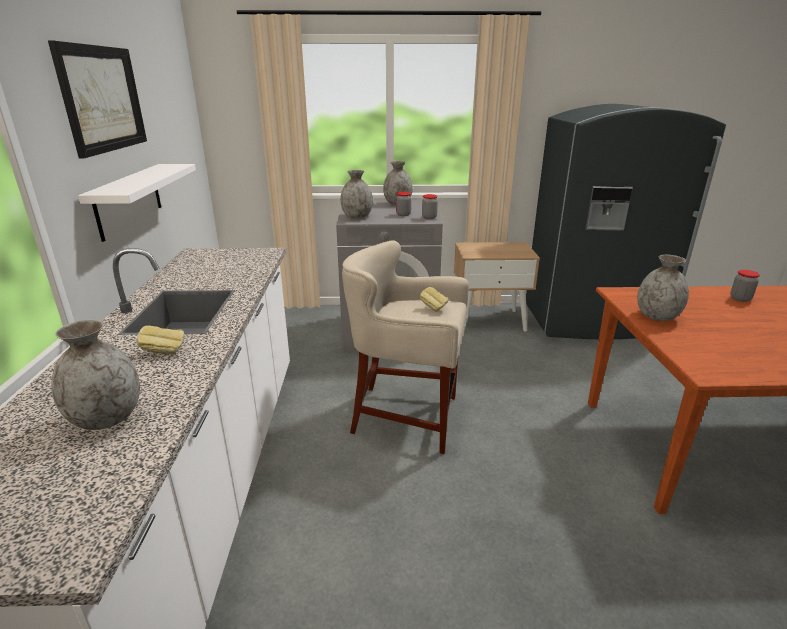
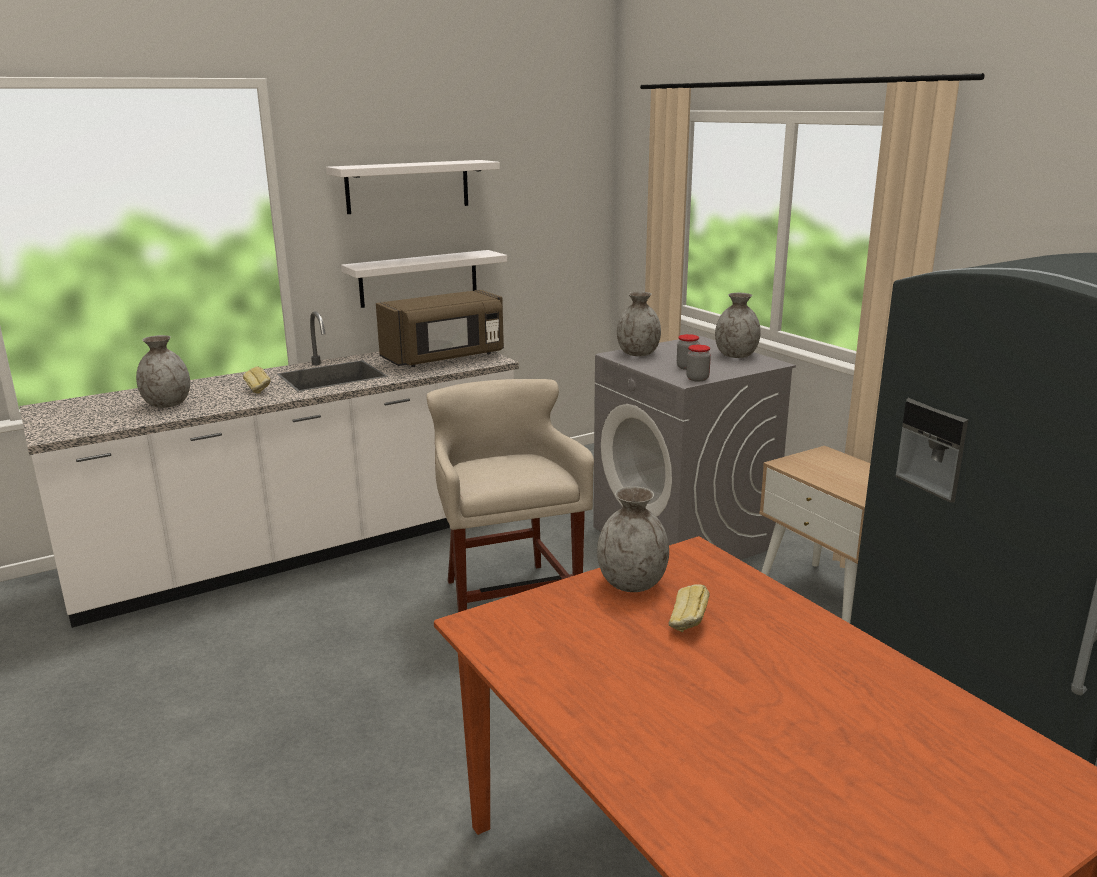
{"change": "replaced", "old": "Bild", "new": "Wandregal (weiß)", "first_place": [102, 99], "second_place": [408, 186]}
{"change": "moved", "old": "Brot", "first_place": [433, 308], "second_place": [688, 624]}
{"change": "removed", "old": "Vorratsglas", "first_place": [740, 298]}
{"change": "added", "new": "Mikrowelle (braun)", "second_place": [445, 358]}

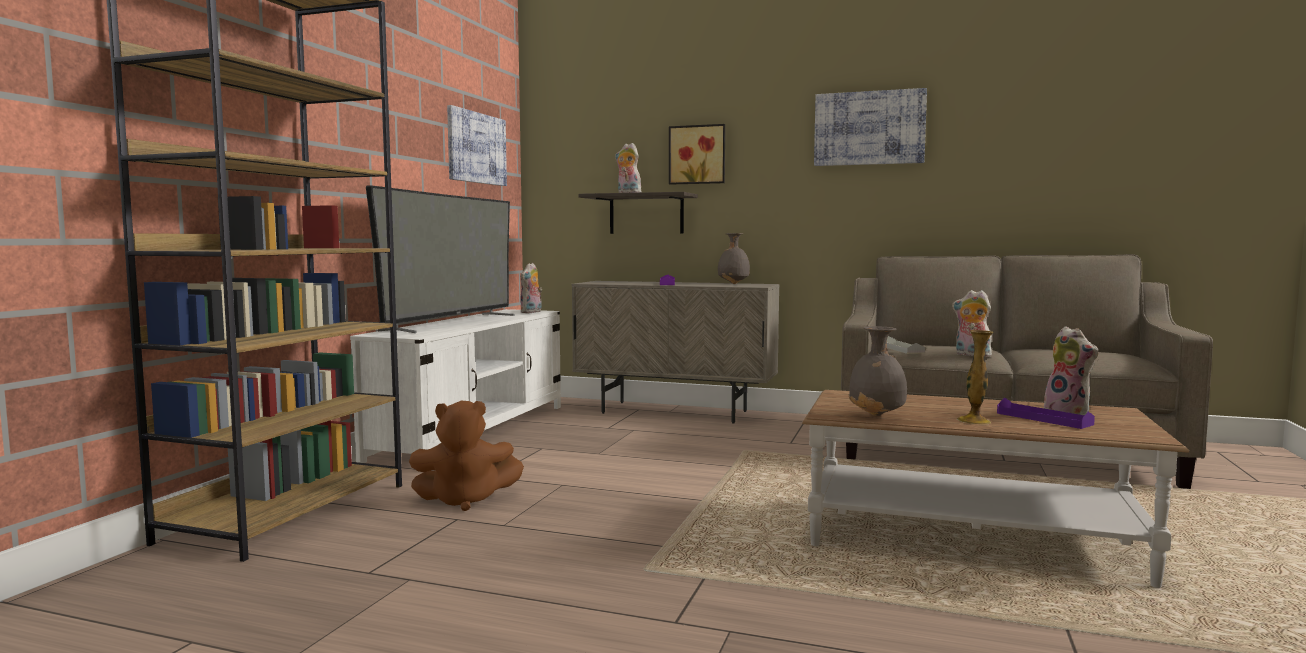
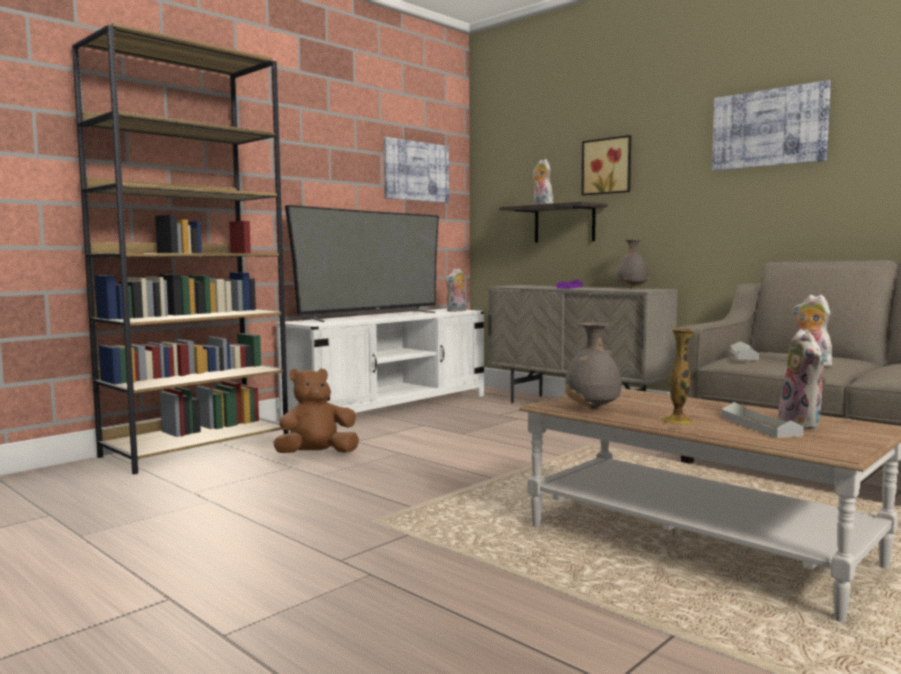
{"change": "turned", "old": "Plüschtier (braun)", "first_place": [465, 500], "second_place": [316, 455], "degrees": 135}
{"change": "recoloured", "old": "Tablett (lila)", "new": "Tablett (grau)", "first_place": [1043, 419], "second_place": [760, 426]}

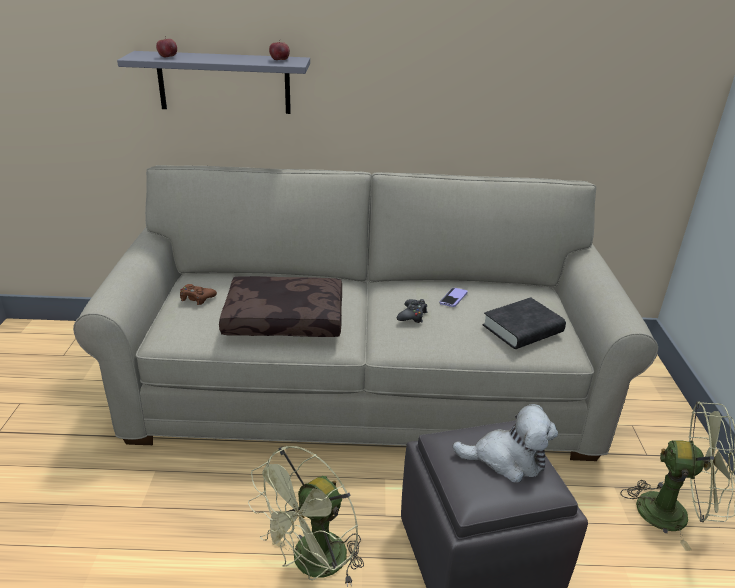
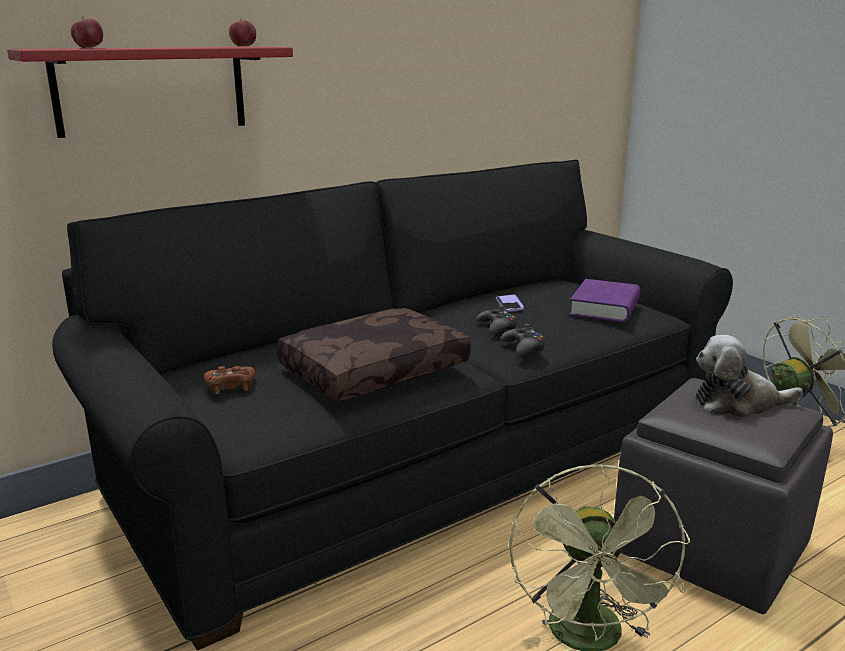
{"change": "recoloured", "old": "Sofa (beige)", "new": "Sofa (schwarz)", "first_place": [365, 388], "second_place": [422, 461]}
{"change": "recoloured", "old": "Wandregal (grau)", "new": "Wandregal (rot)", "first_place": [224, 83], "second_place": [152, 90]}
{"change": "turned", "old": "Plüschtier", "first_place": [507, 459], "second_place": [738, 403], "degrees": -150}
{"change": "recoloured", "old": "Buch (schwarz)", "new": "Buch (lila)", "first_place": [522, 329], "second_place": [605, 308]}
{"change": "added", "new": "Gamepad (schwarz)", "second_place": [524, 347]}

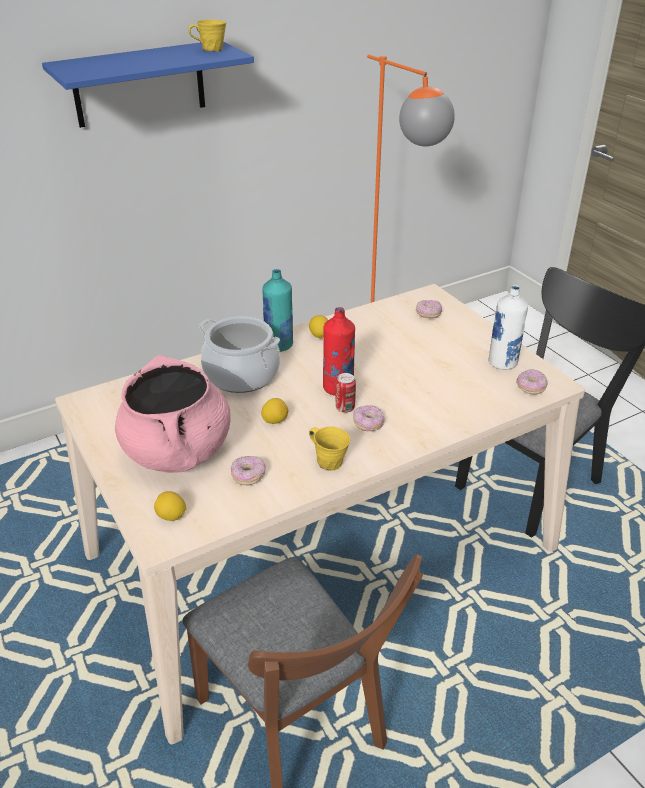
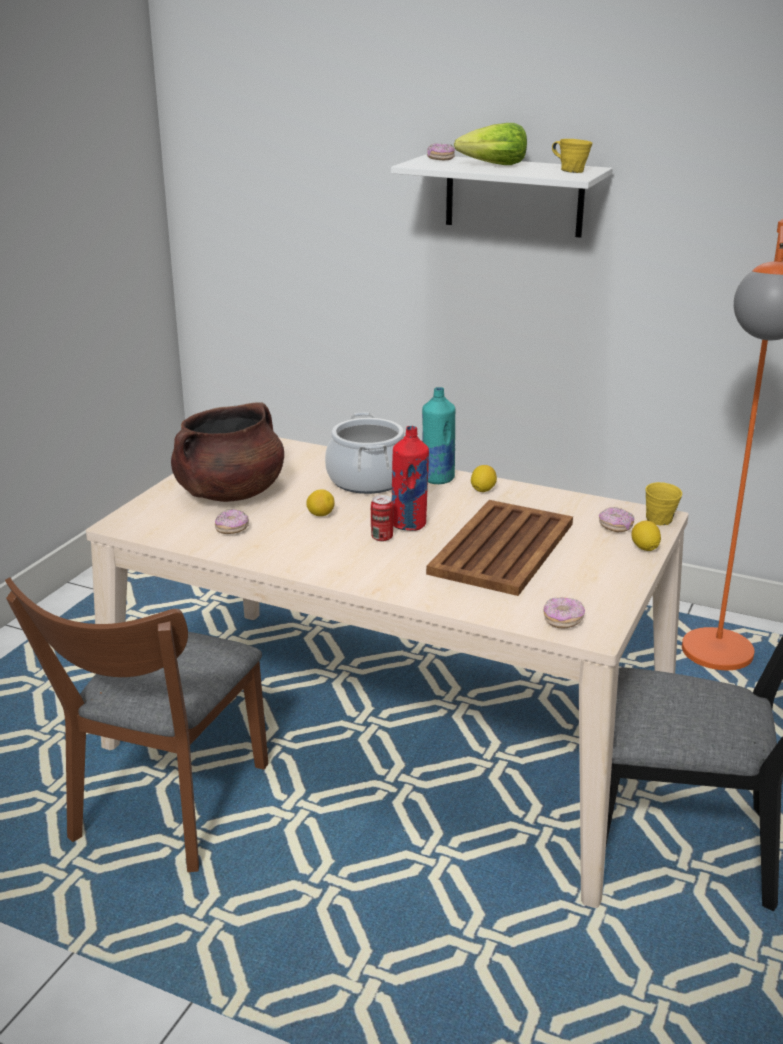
{"change": "recoloured", "old": "Wandregal (blau)", "new": "Wandregal (weiß)", "first_place": [139, 84], "second_place": [514, 196]}
{"change": "recoloured", "old": "Kochtopf (rosa)", "new": "Kochtopf (braun)", "first_place": [178, 451], "second_place": [230, 493]}
{"change": "moved", "old": "Zitrone", "first_place": [171, 516], "second_place": [644, 548]}
{"change": "moved", "old": "Henkelbecher (gelb)", "first_place": [329, 461], "second_place": [659, 519]}
{"change": "moved", "old": "Donut", "first_place": [368, 424], "second_place": [440, 159]}
{"change": "removed", "old": "Flasche (weiß)", "first_place": [502, 363]}
{"change": "added", "new": "Tablett (braun)", "second_place": [503, 547]}
{"change": "added", "new": "Salatkopf", "second_place": [493, 165]}

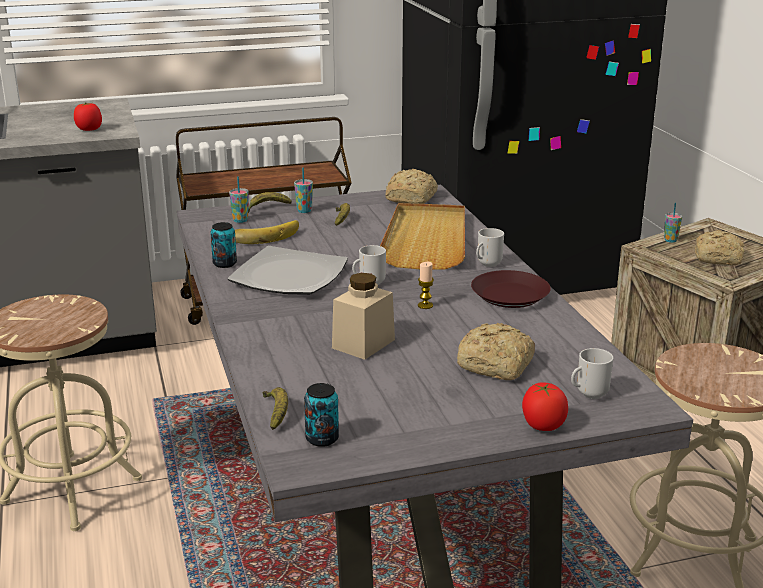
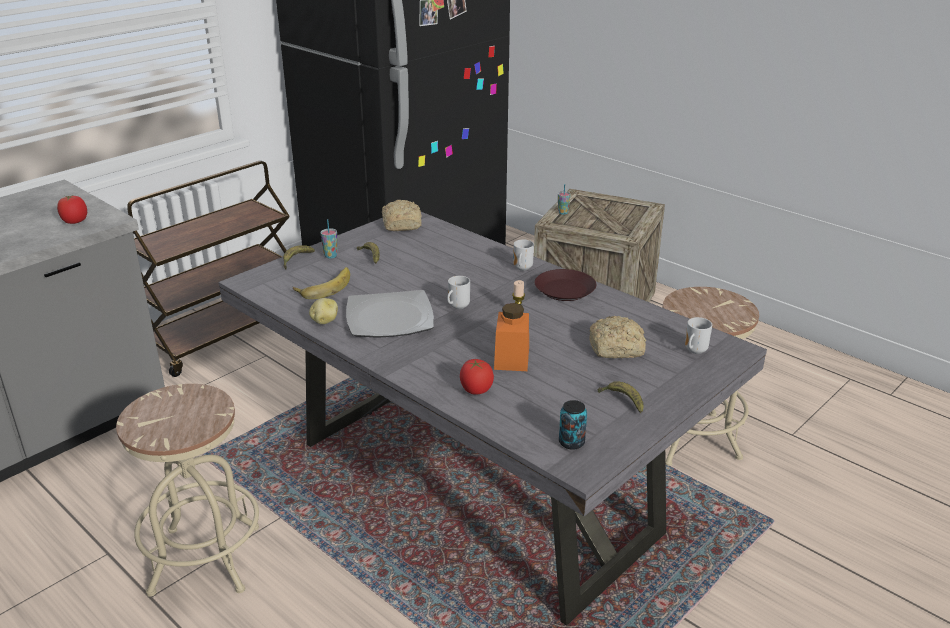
{"change": "replaced", "old": "Dose", "new": "Kartoffel", "first_place": [224, 264], "second_place": [324, 321]}
{"change": "removed", "old": "Tasse", "first_place": [240, 220]}
{"change": "moved", "old": "Banane", "first_place": [276, 413], "second_place": [622, 401]}
{"change": "recoloured", "old": "Vorratsglas (beige)", "new": "Vorratsglas (orange)", "first_place": [363, 344], "second_place": [511, 359]}
{"change": "removed", "old": "Tablett (beige)", "first_place": [426, 240]}
{"change": "moved", "old": "Tomate", "first_place": [542, 426], "second_place": [476, 390]}
{"change": "removed", "old": "Brot", "first_place": [719, 258]}

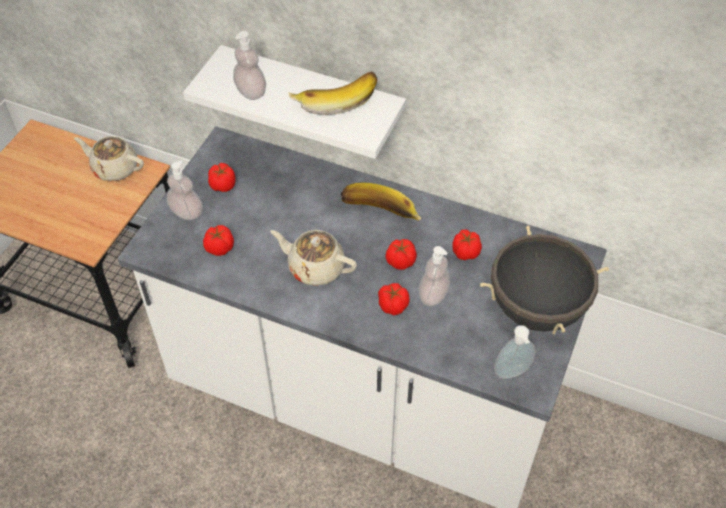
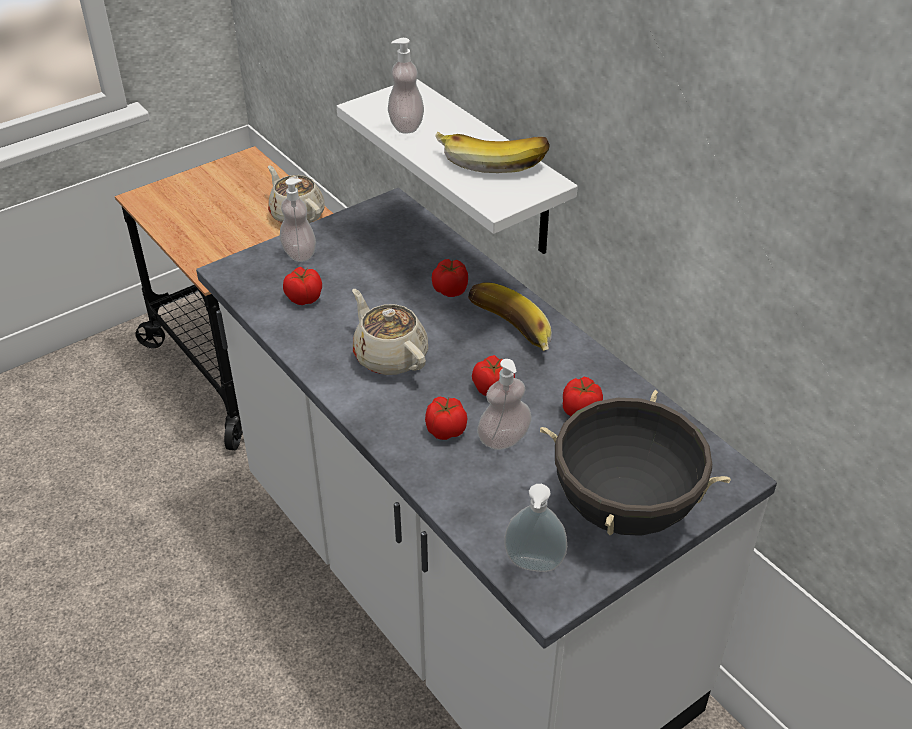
{"change": "moved", "old": "Tomate", "first_place": [223, 185], "second_place": [451, 289]}

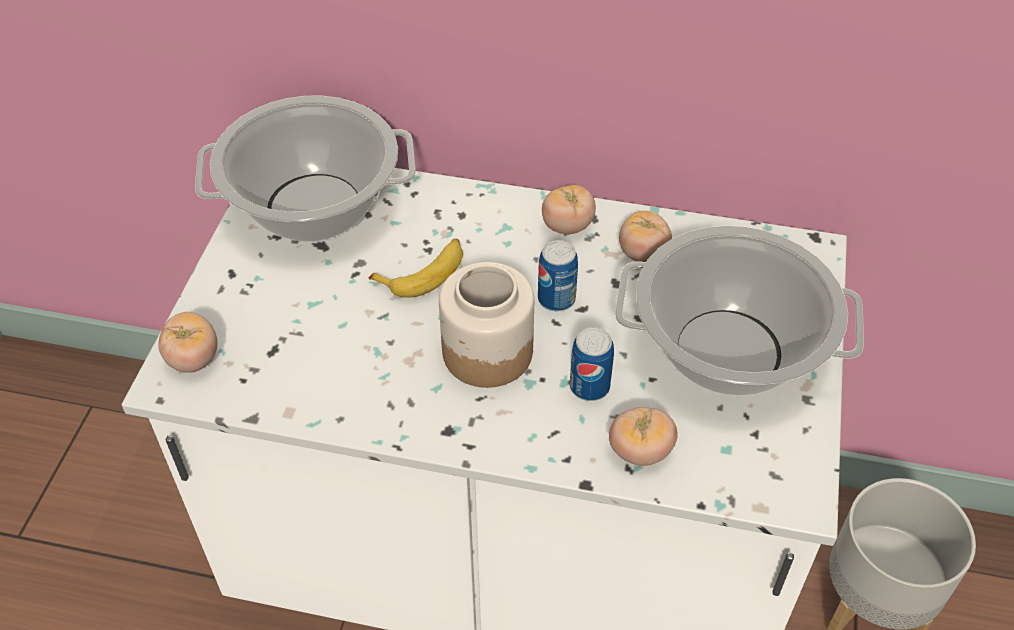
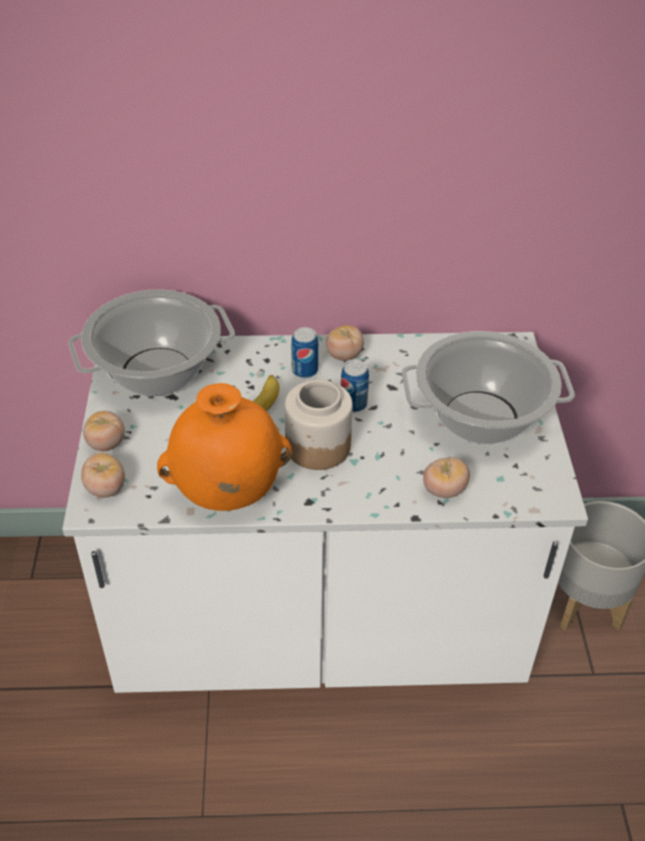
{"change": "moved", "old": "Dose", "first_place": [589, 387], "second_place": [304, 371]}
{"change": "moved", "old": "Tomate", "first_place": [643, 253], "second_place": [106, 444]}
{"change": "added", "new": "Vase (orange)", "second_place": [227, 494]}

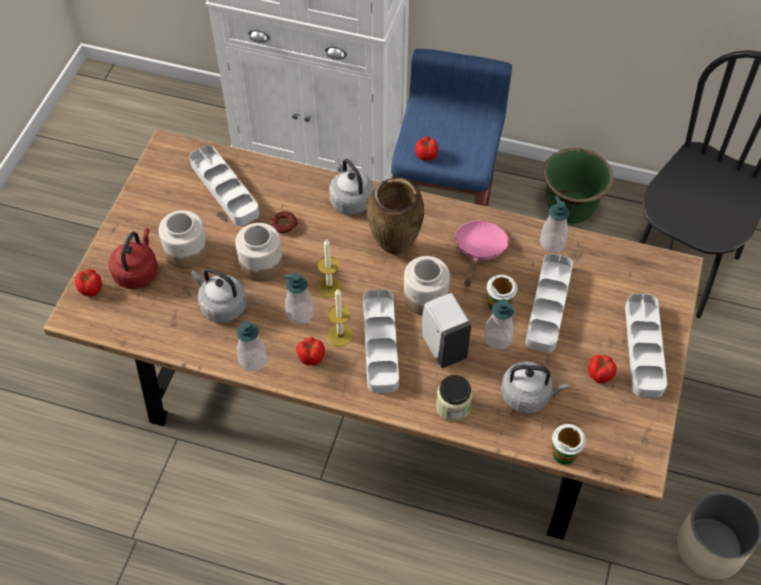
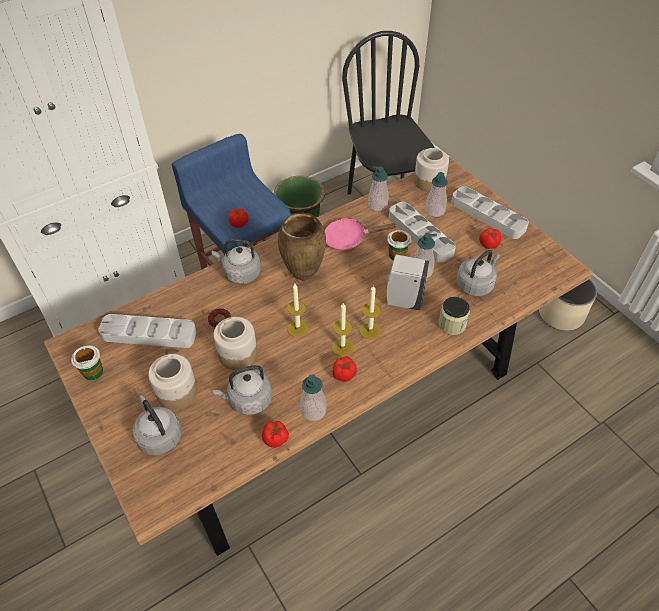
{"change": "moved", "old": "Tomate", "first_place": [91, 289], "second_place": [276, 439]}
{"change": "recoloured", "old": "Wasserkessel (rot)", "new": "Wasserkessel (grau)", "first_place": [137, 272], "second_place": [159, 436]}
{"change": "moved", "old": "Seifenspender", "first_place": [300, 313], "second_place": [435, 211]}
{"change": "replaced", "old": "Tablett (grau)", "new": "Kerze", "first_place": [380, 344], "second_place": [370, 330]}
{"change": "moved", "old": "Vorratsglas", "first_place": [425, 298], "second_place": [430, 182]}
{"change": "turned", "old": "Pfanne (rosa)", "first_place": [479, 251], "second_place": [349, 239], "degrees": -60}
{"change": "moved", "old": "Tasse", "first_place": [564, 453], "second_place": [93, 372]}

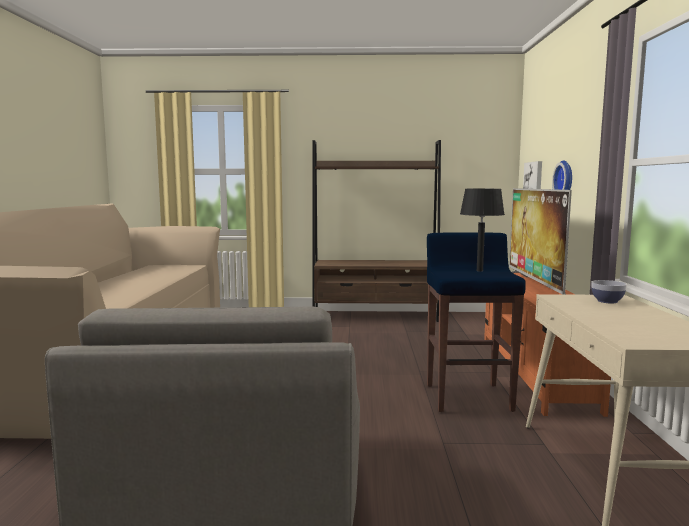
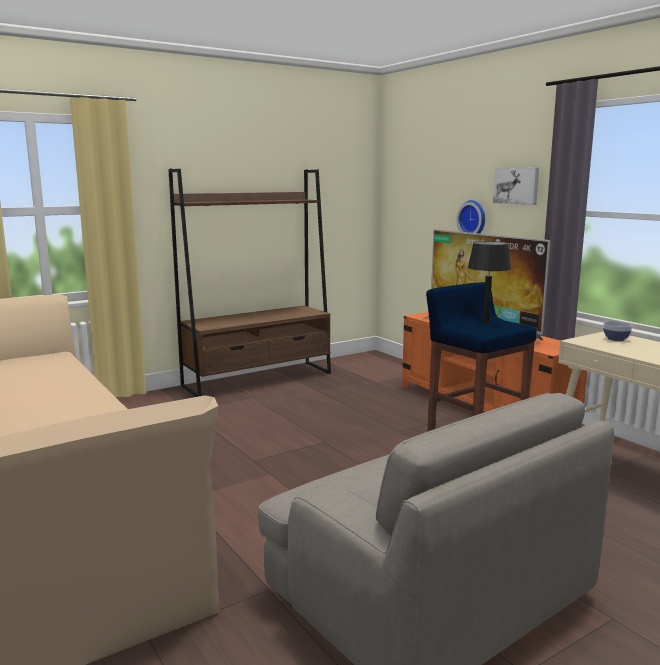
{"change": "moved", "old": "Bild", "first_place": [534, 176], "second_place": [516, 186]}

